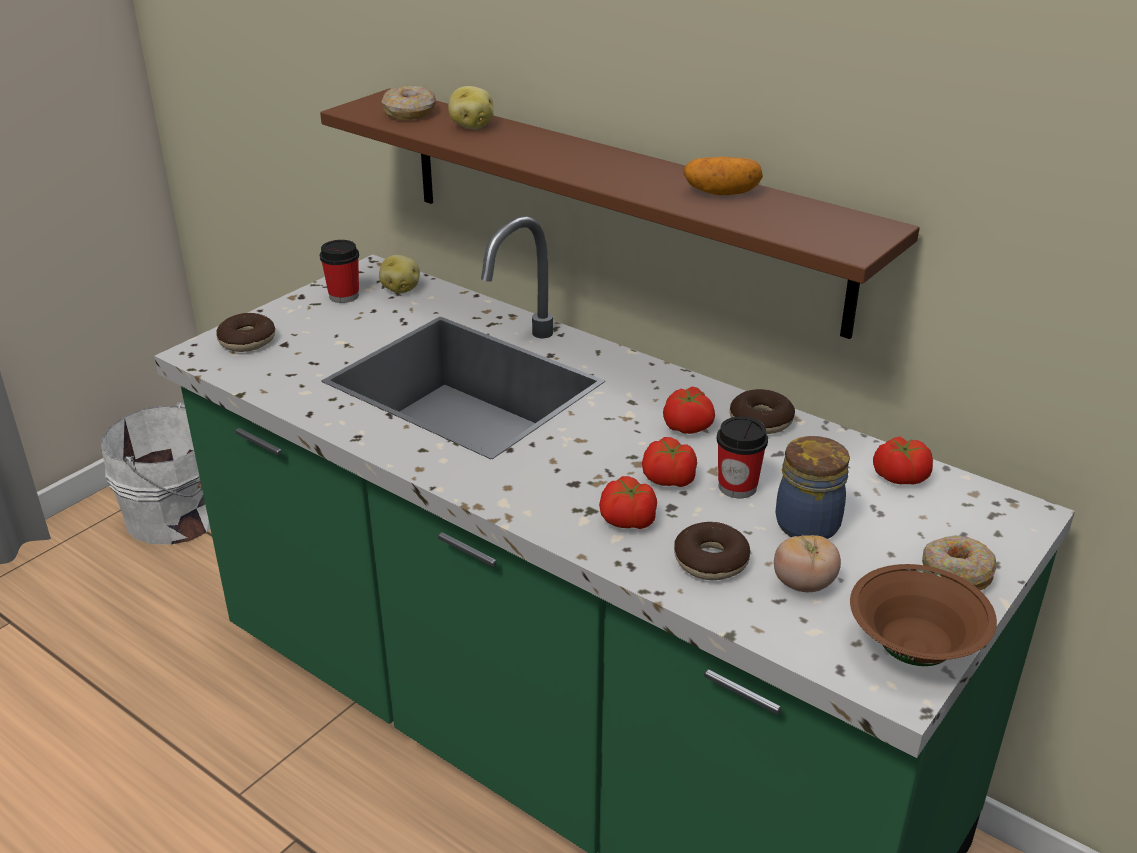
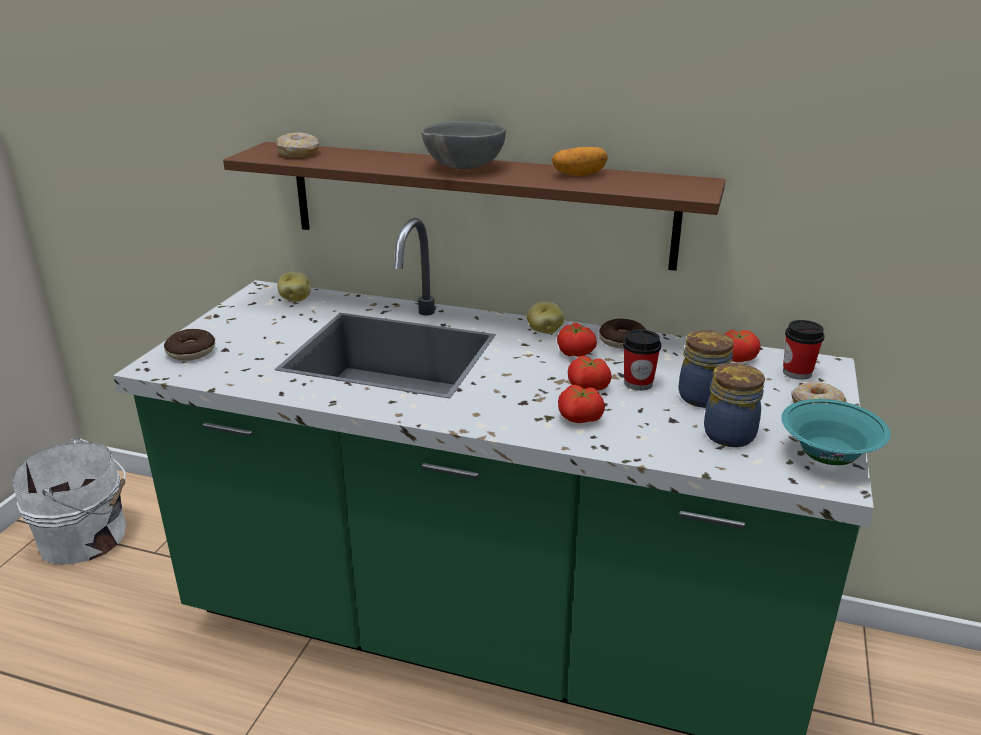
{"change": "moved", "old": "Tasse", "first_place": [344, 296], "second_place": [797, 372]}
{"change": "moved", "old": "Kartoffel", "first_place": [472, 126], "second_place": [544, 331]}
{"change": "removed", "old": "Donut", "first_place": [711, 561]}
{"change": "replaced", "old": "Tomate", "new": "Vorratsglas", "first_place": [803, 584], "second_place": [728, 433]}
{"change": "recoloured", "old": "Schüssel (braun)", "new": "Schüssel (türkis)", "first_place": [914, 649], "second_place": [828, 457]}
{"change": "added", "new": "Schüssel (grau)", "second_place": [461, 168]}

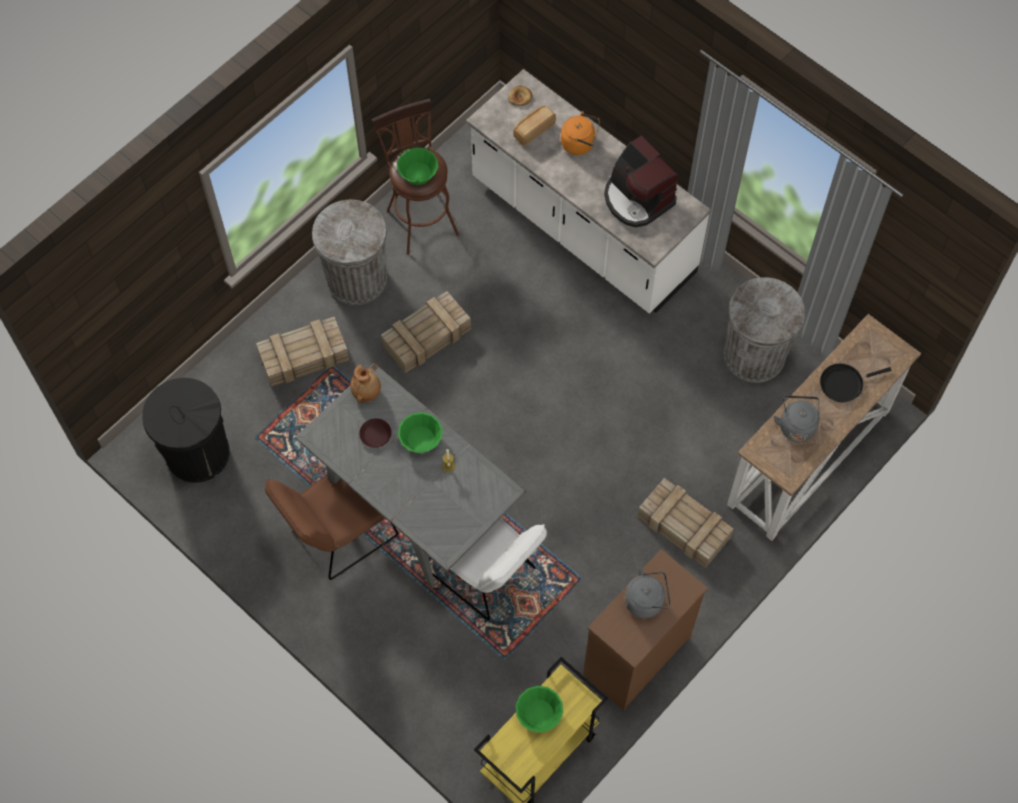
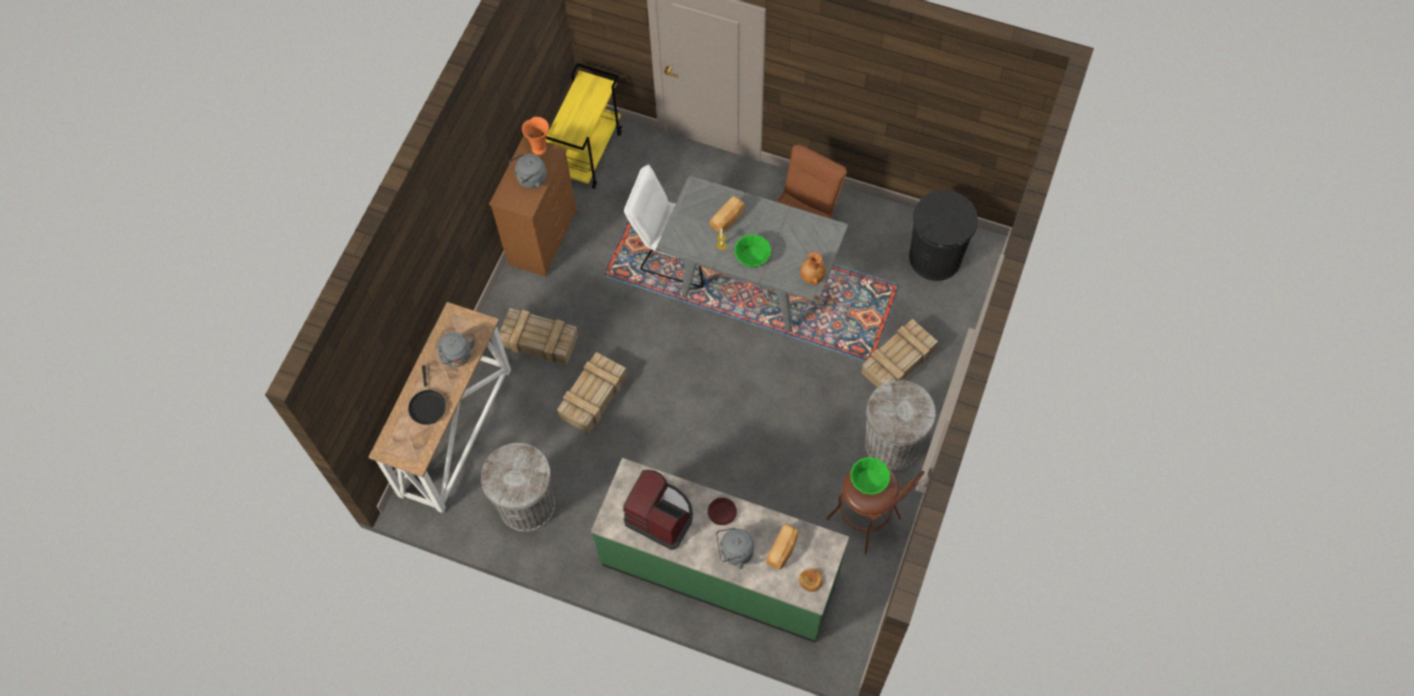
{"change": "moved", "old": "Teller (braun)", "first_place": [376, 434], "second_place": [721, 512]}
{"change": "moved", "old": "Kiste", "first_place": [427, 336], "second_place": [593, 398]}
{"change": "recoloured", "old": "Küchenzeile (weiß)", "new": "Küchenzeile (grün)", "first_place": [582, 228], "second_place": [720, 568]}
{"change": "removed", "old": "Schüssel (grün)", "first_place": [539, 713]}
{"change": "recoloured", "old": "Wasserkessel (orange)", "new": "Wasserkessel (grau)", "first_place": [580, 143], "second_place": [734, 552]}
{"change": "turned", "old": "Pfanne (schwarz)", "first_place": [844, 383], "second_place": [427, 405], "degrees": 120}
{"change": "added", "new": "Vase (orange)", "second_place": [539, 148]}
{"change": "added", "new": "Brot", "second_place": [728, 219]}

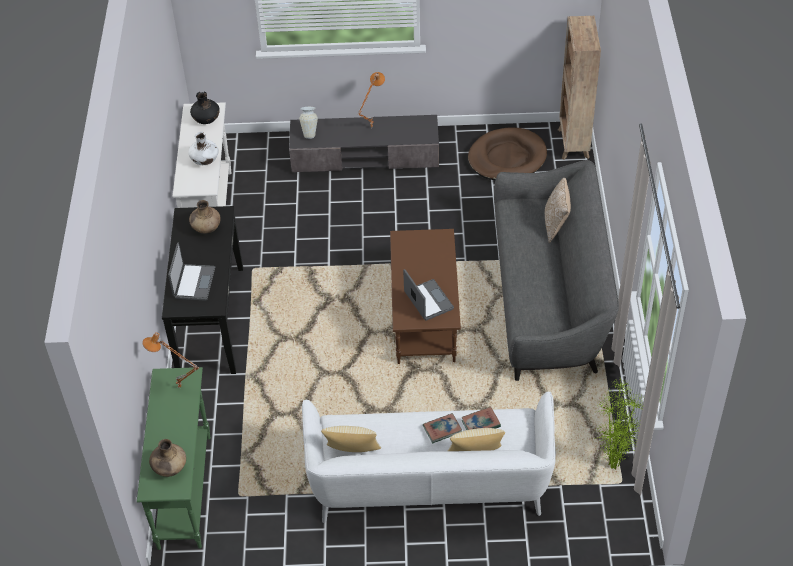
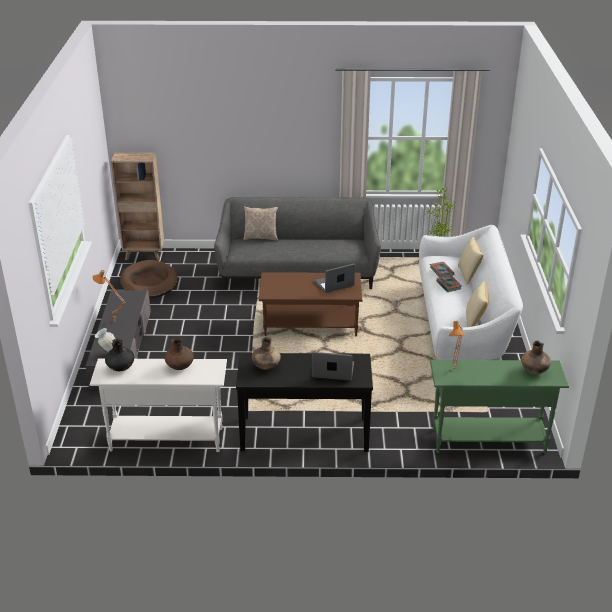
{"change": "recoloured", "old": "Vase (weiß)", "new": "Vase (braun)", "first_place": [205, 161], "second_place": [180, 366]}

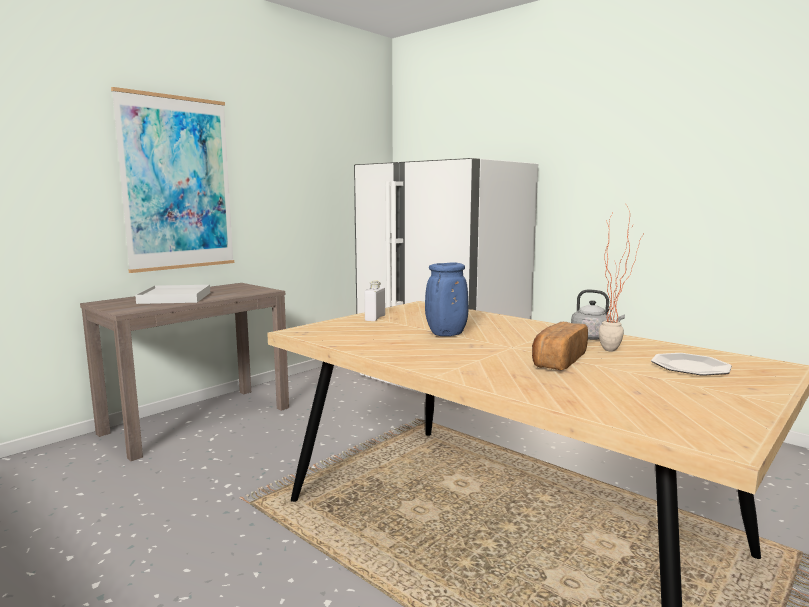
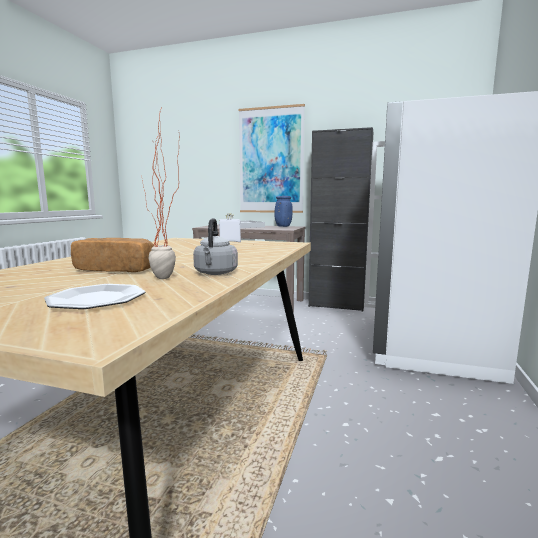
{"change": "moved", "old": "Vase (blau)", "first_place": [446, 334], "second_place": [282, 226]}
{"change": "added", "new": "Schrank (schwarz)", "second_place": [336, 305]}

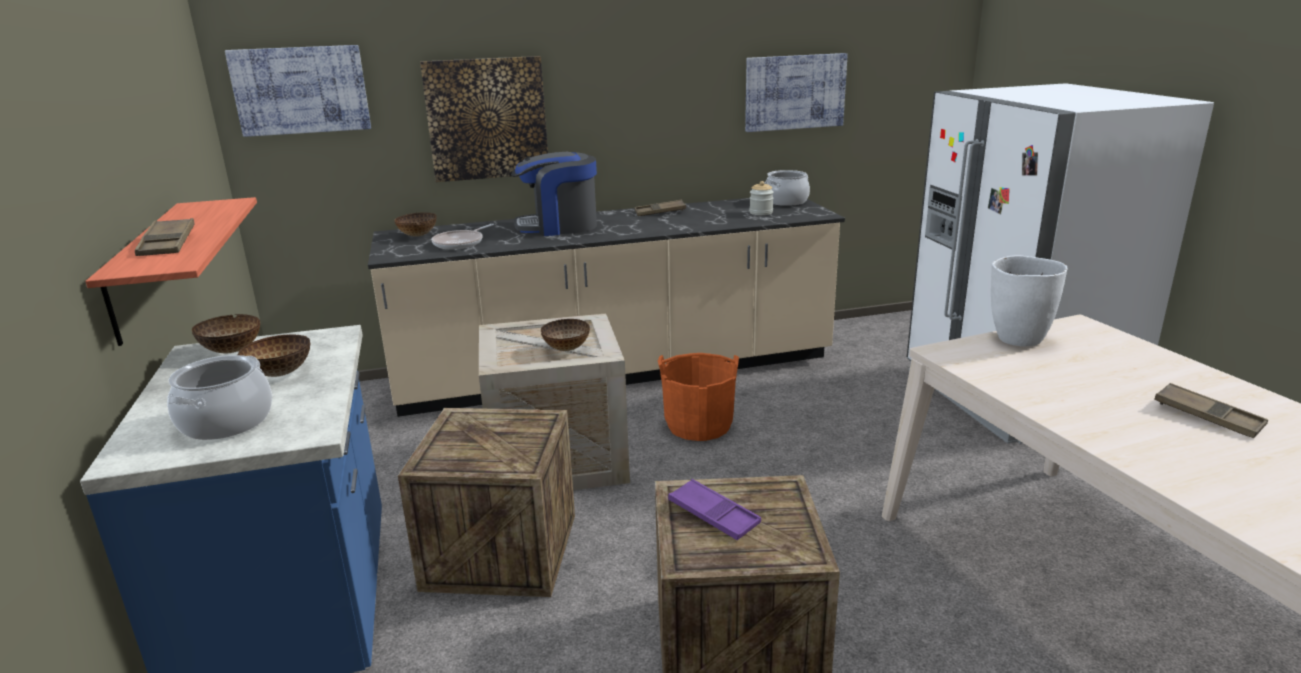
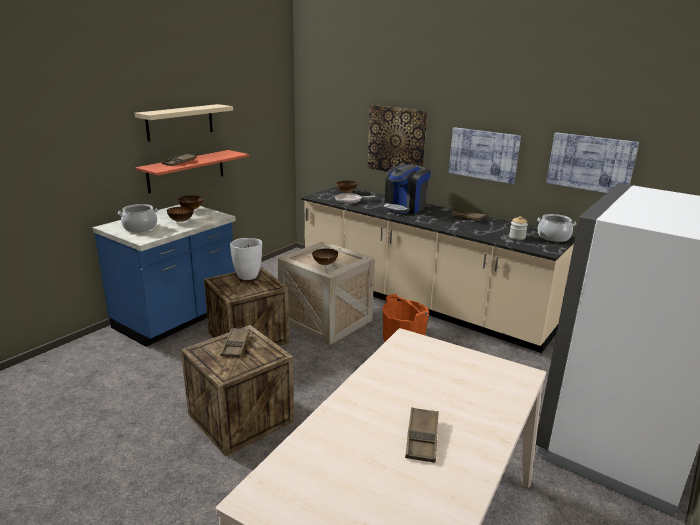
{"change": "moved", "old": "Bild", "first_place": [301, 90], "second_place": [483, 154]}
{"change": "turned", "old": "Kaffeemaschine", "first_place": [558, 226], "second_place": [404, 207], "degrees": -90}
{"change": "recoloured", "old": "Tablett (lila)", "new": "Tablett (braun)", "first_place": [713, 515], "second_place": [236, 345]}
{"change": "moved", "old": "Vase (weiß)", "first_place": [1017, 339], "second_place": [247, 276]}
{"change": "added", "new": "Wandregal (beige)", "second_place": [180, 122]}

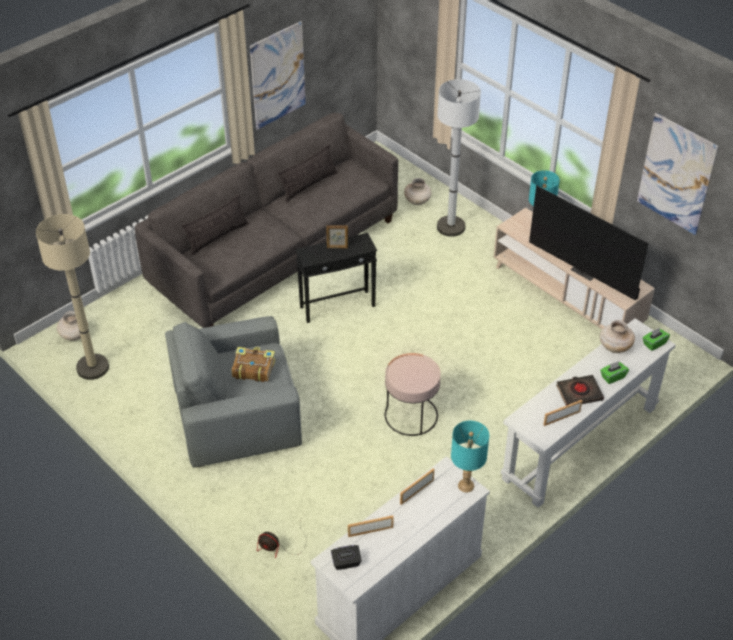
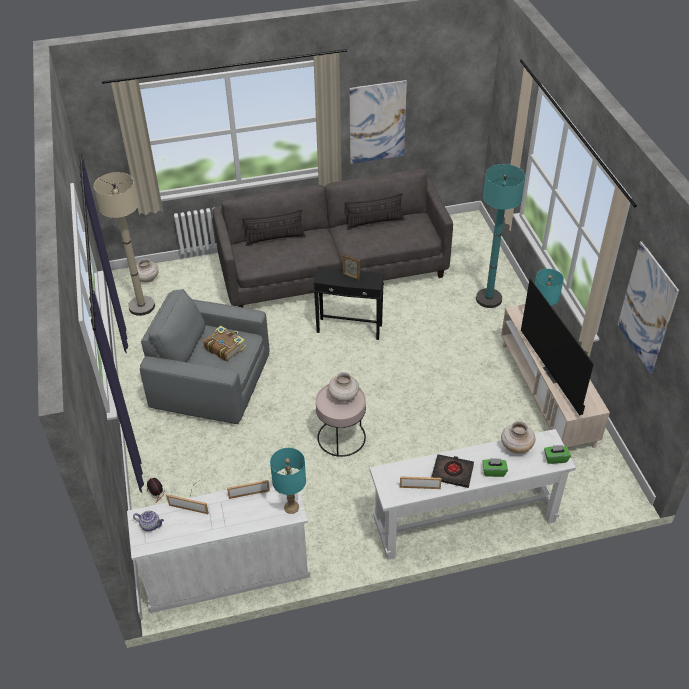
{"change": "replaced", "old": "Taschentuchbox (schwarz)", "new": "Teekanne", "first_place": [346, 563], "second_place": [151, 525]}
{"change": "moved", "old": "Vase (beige)", "first_place": [417, 201], "second_place": [343, 396]}
{"change": "recoloured", "old": "Stehlampe (weiß)", "new": "Stehlampe (türkis)", "first_place": [451, 227], "second_place": [489, 299]}

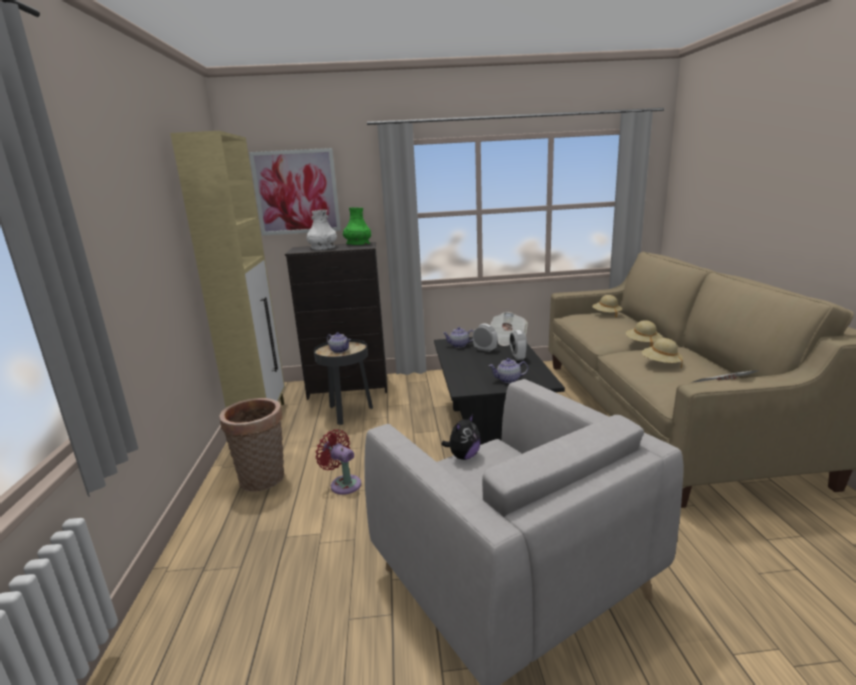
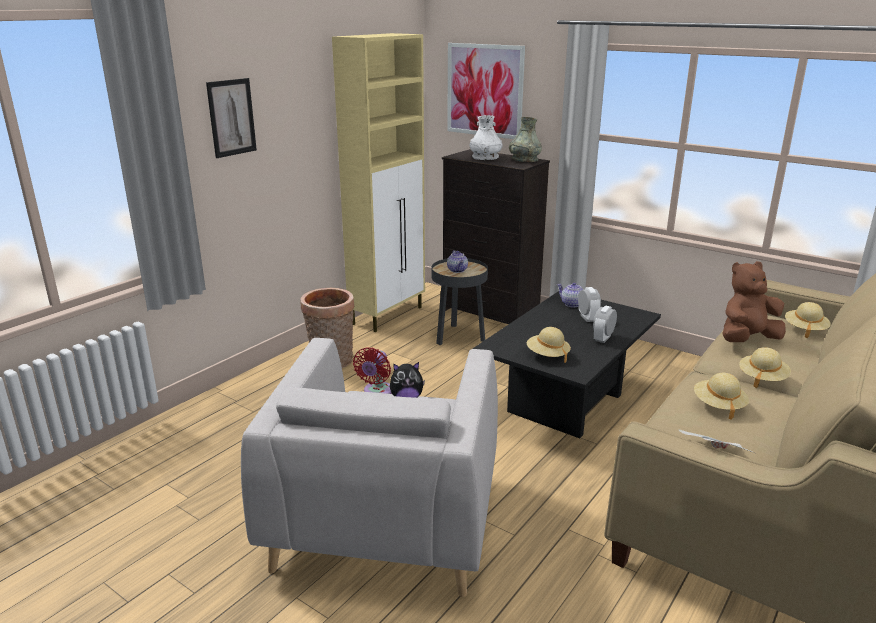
{"change": "turned", "old": "Ventilator (rot)", "first_place": [343, 483], "second_place": [376, 392], "degrees": -150}
{"change": "recoloured", "old": "Vase (grün)", "new": "Vase (grau)", "first_place": [358, 244], "second_place": [524, 160]}
{"change": "replaced", "old": "Teekanne", "new": "Hut (beige)", "first_place": [508, 380], "second_place": [547, 355]}
{"change": "removed", "old": "Zeitung", "first_place": [508, 339]}
{"change": "added", "new": "Bild", "second_place": [231, 117]}
{"change": "added", "new": "Plüschtier (braun)", "second_place": [747, 339]}

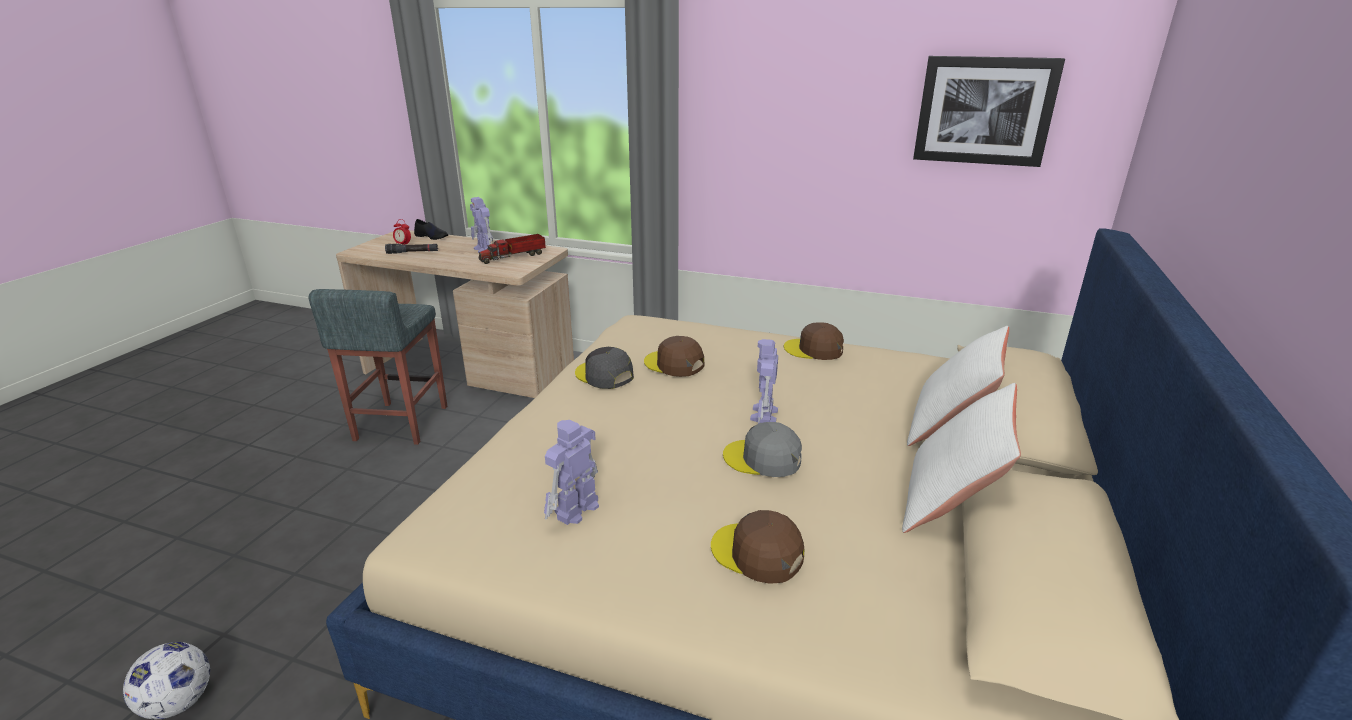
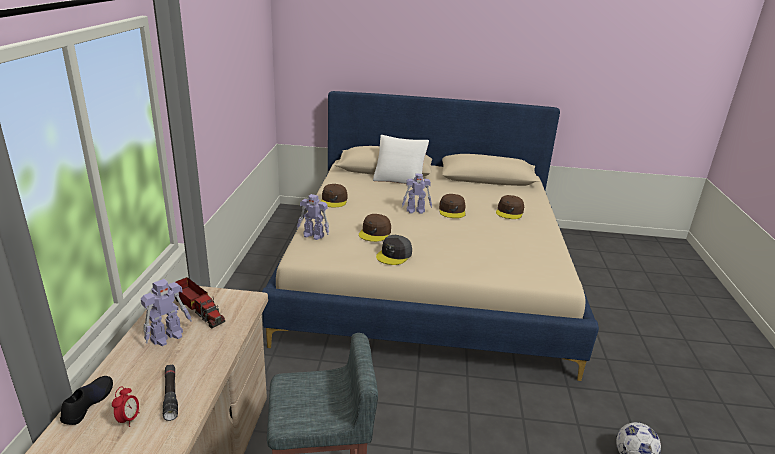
{"change": "moved", "old": "Spielzeugroboter", "first_place": [575, 510], "second_place": [314, 235]}
{"change": "recoloured", "old": "Kappe (grau)", "new": "Kappe (braun)", "first_place": [763, 458], "second_place": [452, 211]}
{"change": "removed", "old": "Kissen (weiß)", "first_place": [950, 501]}
{"change": "removed", "old": "Bild", "first_place": [984, 111]}

